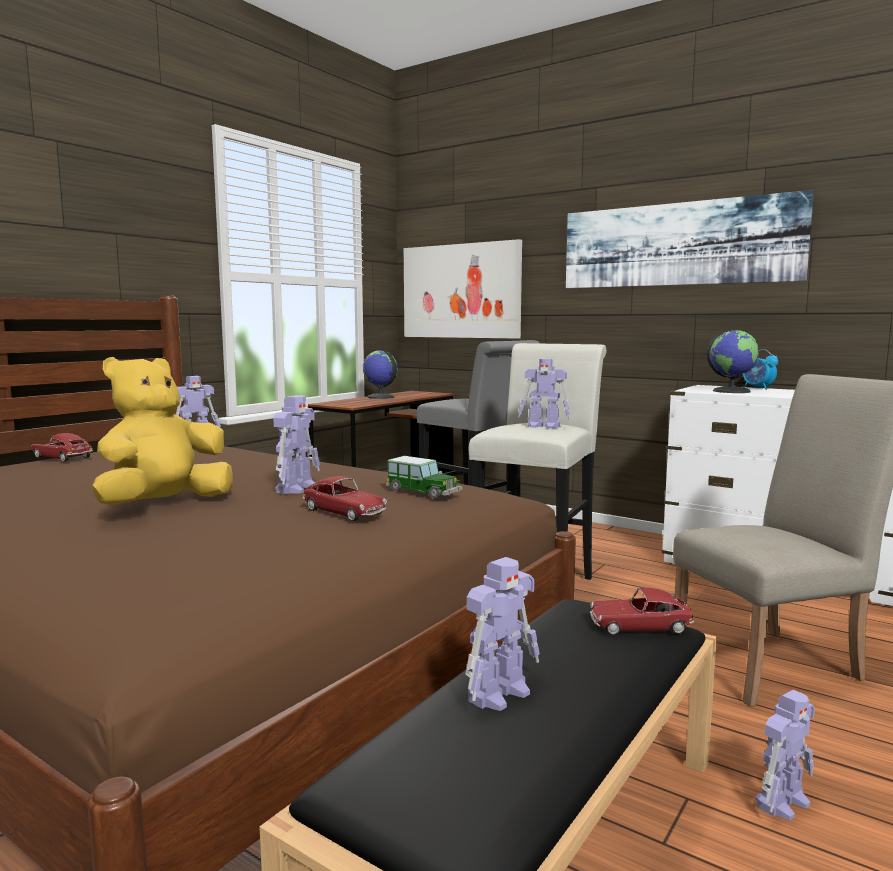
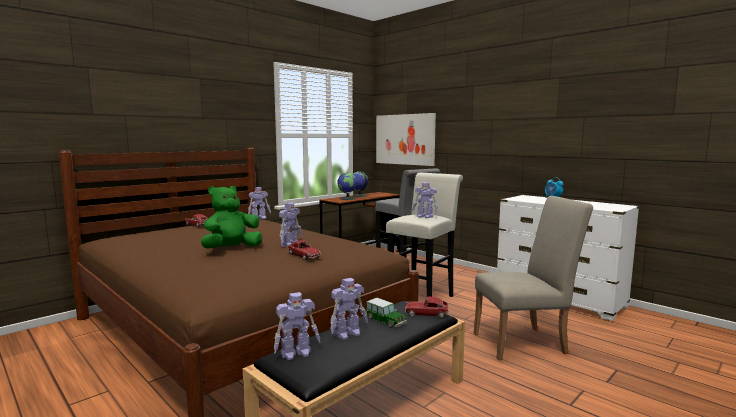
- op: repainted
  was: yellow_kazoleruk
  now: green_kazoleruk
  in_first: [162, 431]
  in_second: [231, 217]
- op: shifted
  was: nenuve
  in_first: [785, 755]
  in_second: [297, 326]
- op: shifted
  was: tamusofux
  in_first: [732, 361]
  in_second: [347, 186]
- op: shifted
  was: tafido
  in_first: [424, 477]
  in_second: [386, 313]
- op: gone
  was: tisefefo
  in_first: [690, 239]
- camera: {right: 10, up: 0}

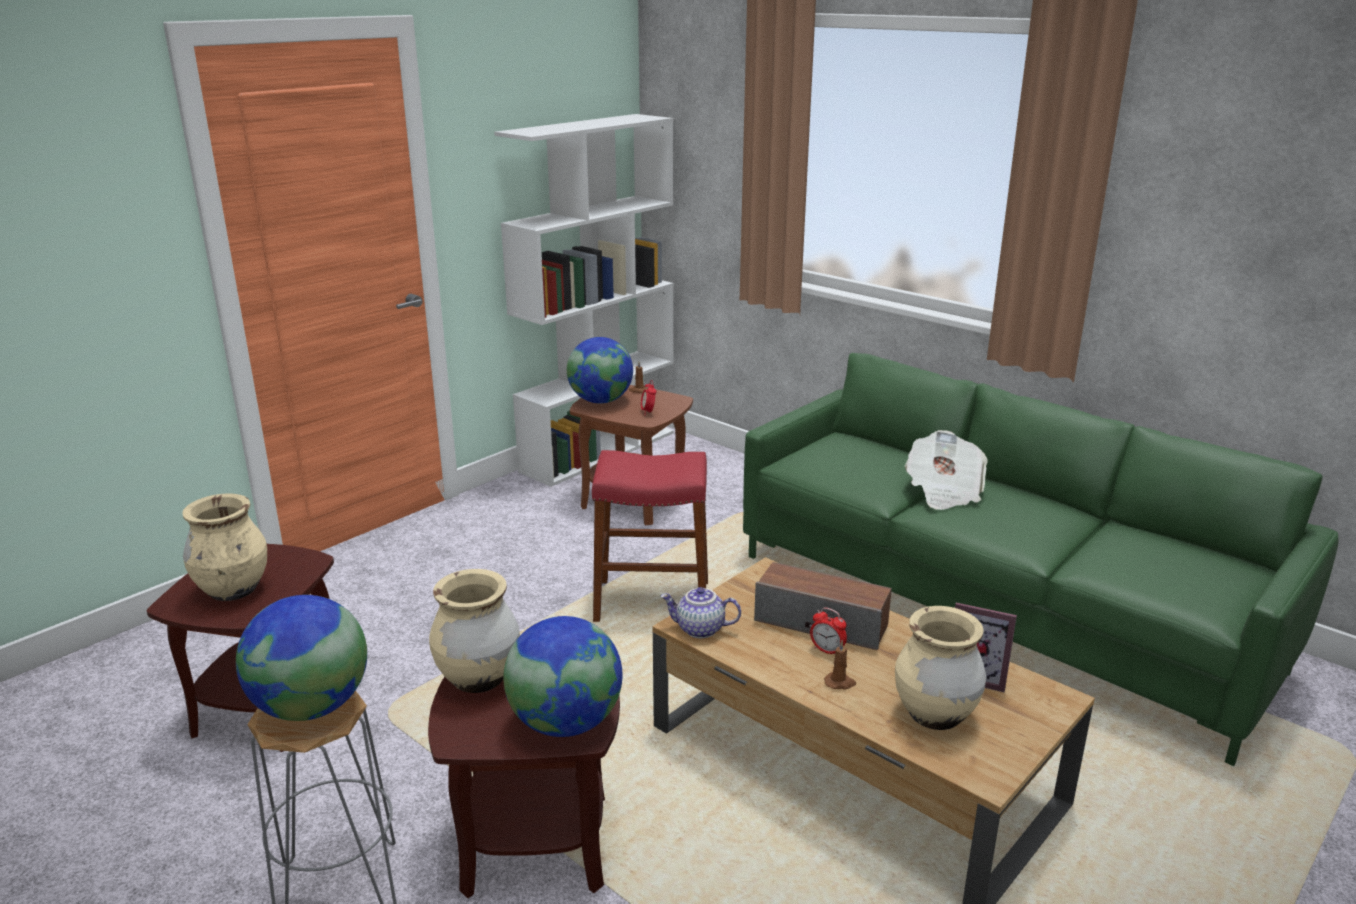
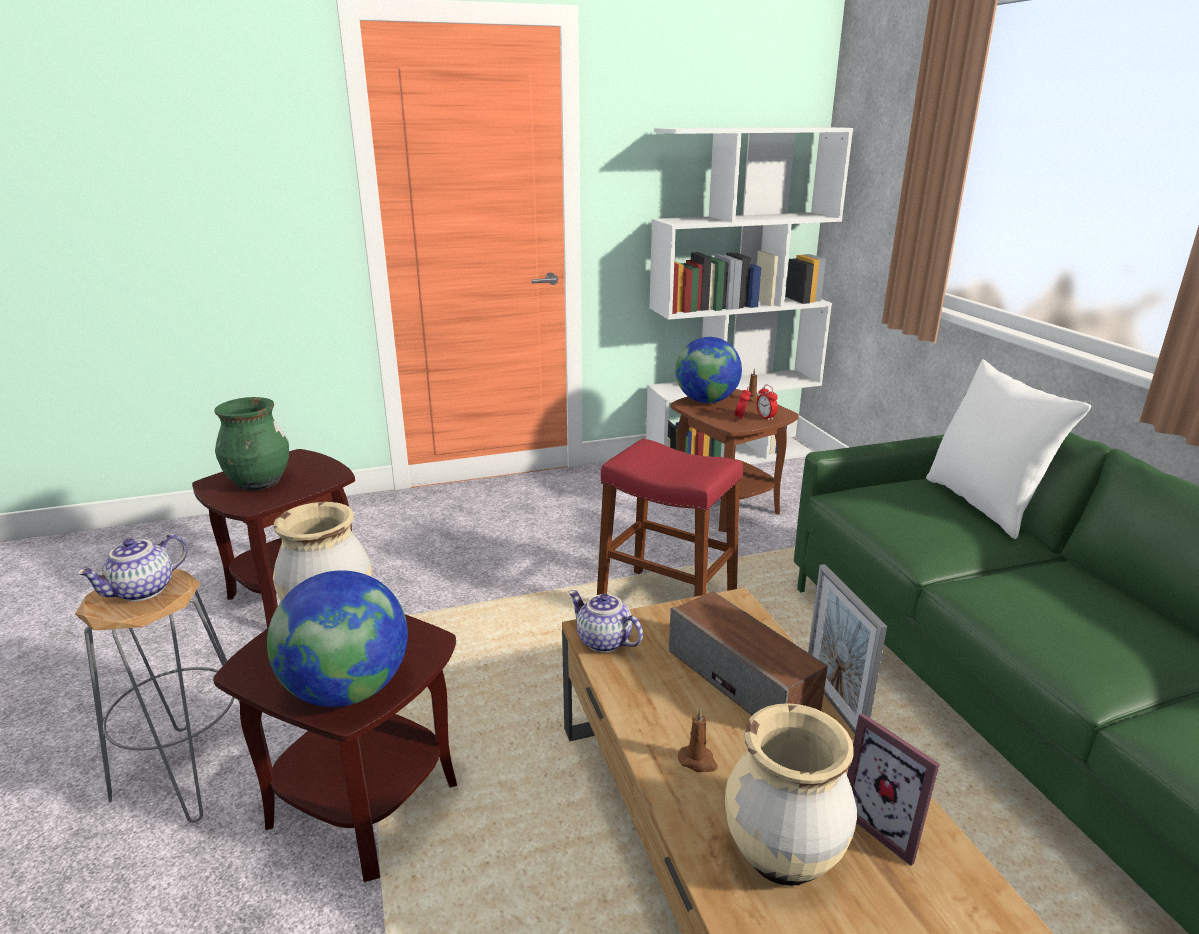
- op: swapped
  was: tamusofux
  now: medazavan
  in_first: [301, 658]
  in_second: [132, 568]
- op: repainted
  was: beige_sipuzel
  now: green_sipuzel
  in_first: [224, 547]
  in_second: [251, 444]
- op: shifted
  was: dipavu
  in_first: [828, 630]
  in_second: [767, 402]
- op: new
  now: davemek
  in_second: [847, 649]
- op: new
  now: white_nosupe
  in_second: [1008, 449]
- op: gone
  was: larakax
  in_first: [946, 470]
- camera: {right: 30, up: 0}

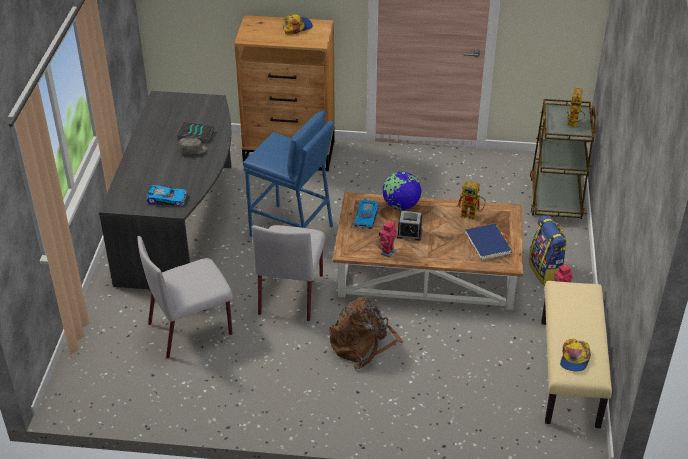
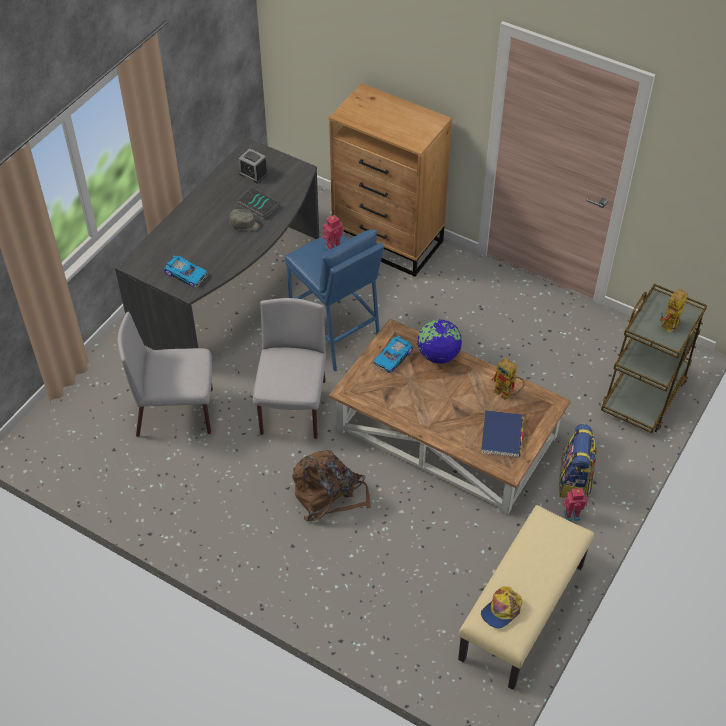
- op: shifted
  was: dipavu
  in_first: [409, 226]
  in_second: [253, 165]
- op: rotated
  was: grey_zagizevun
  in_first: [288, 273]
  in_second: [289, 368]
  clockwise: 150
- op: shifted
  was: nenuve
  in_first: [388, 239]
  in_second: [332, 232]
- op: gone
  was: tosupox
  in_first: [296, 24]
- camera: {right: 25, up: 10}

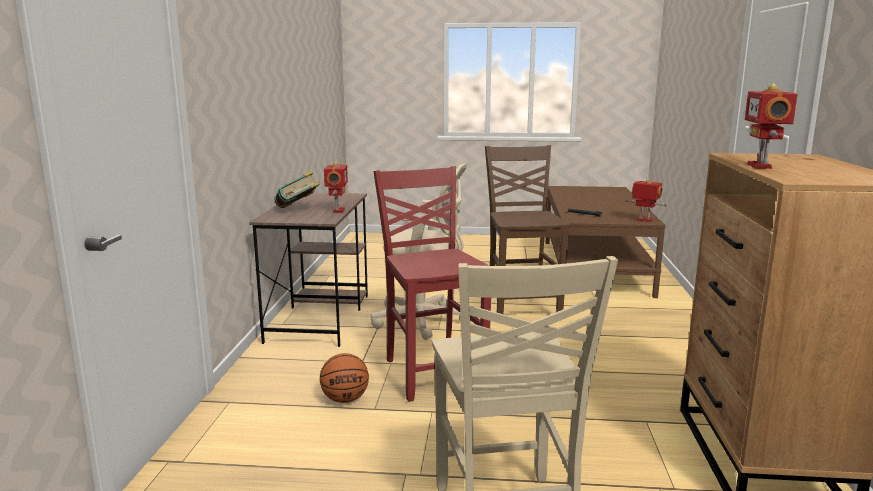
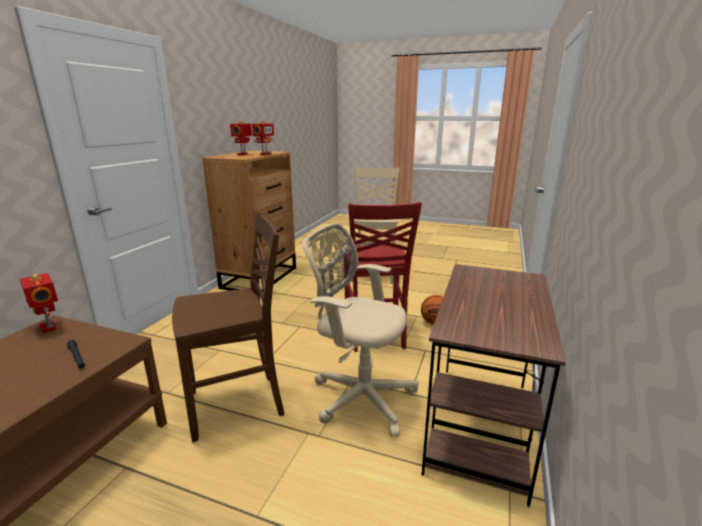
- op: rotated
  was: brown_zagizevun
  in_first: [527, 229]
  in_second: [228, 327]
  clockwise: -120
- op: shifted
  was: nenuve
  in_first: [336, 187]
  in_second: [241, 137]
- op: gone
  was: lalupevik
  in_first: [297, 189]
- camera: {right: -165, up: 5}

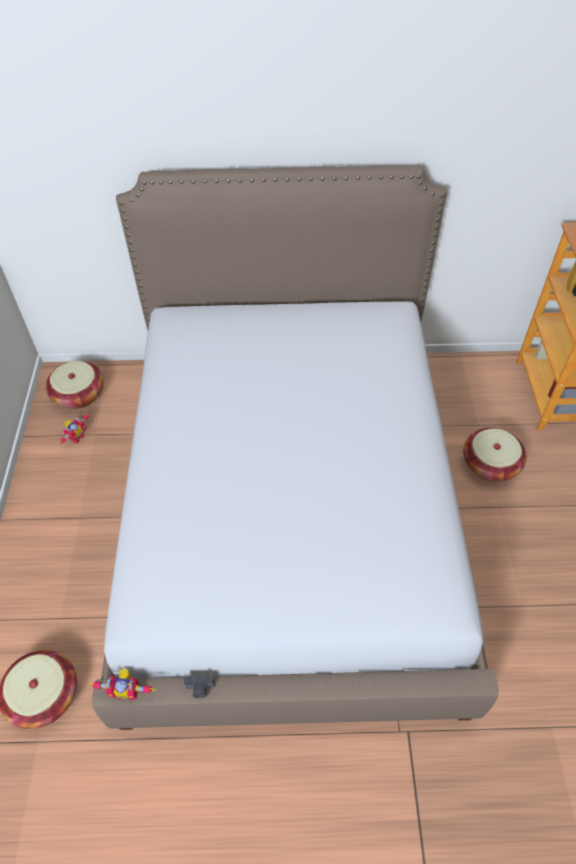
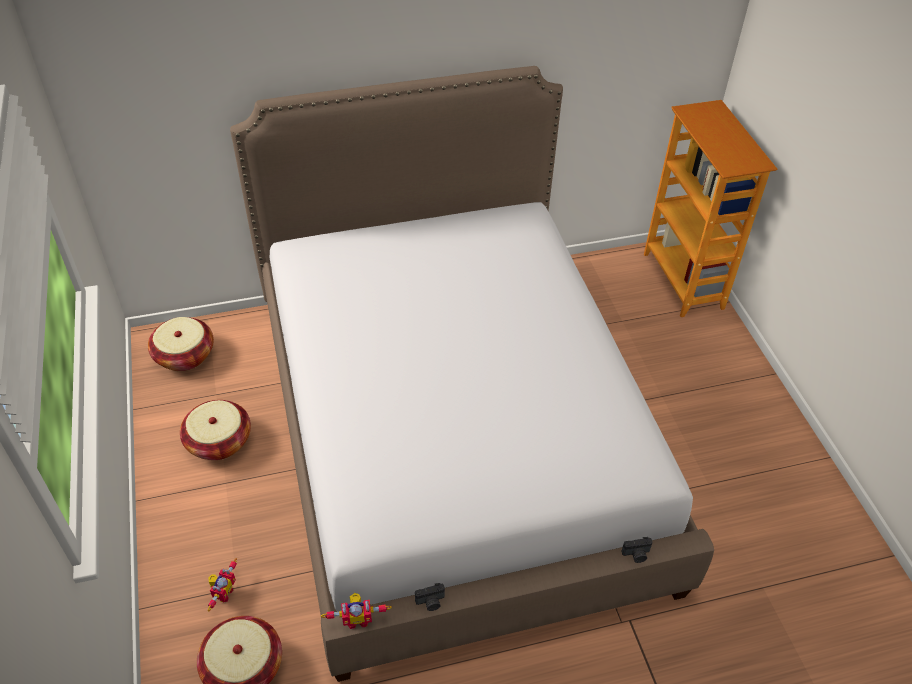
- op: shifted
  was: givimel
  in_first: [495, 454]
  in_second: [215, 430]
- op: shifted
  was: nenuve
  in_first: [74, 429]
  in_second: [222, 585]
- op: new
  now: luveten
  in_second: [637, 550]
- camera: {right: -15, up: -5}

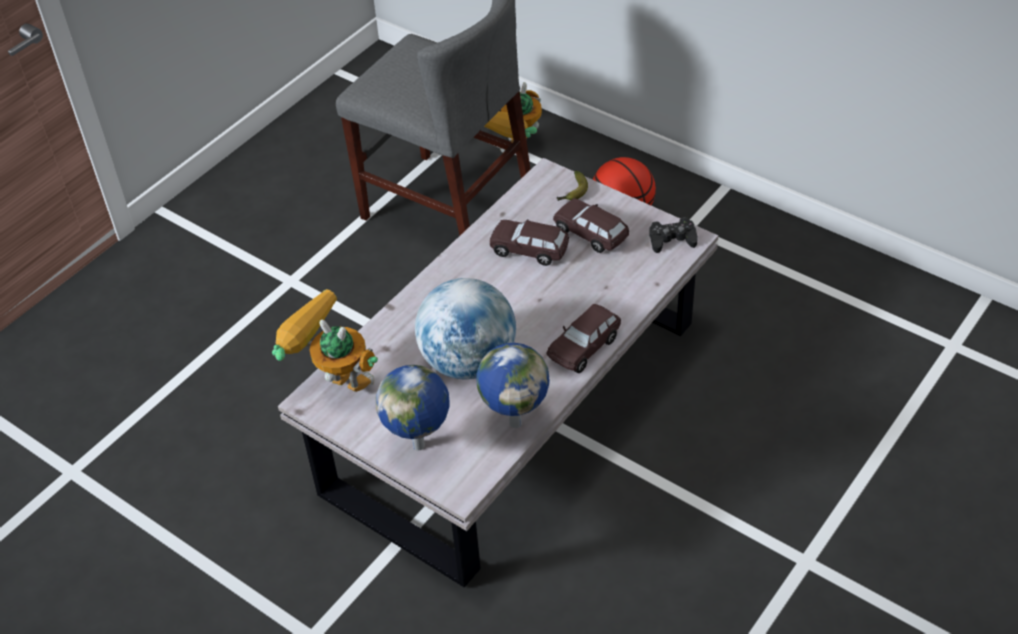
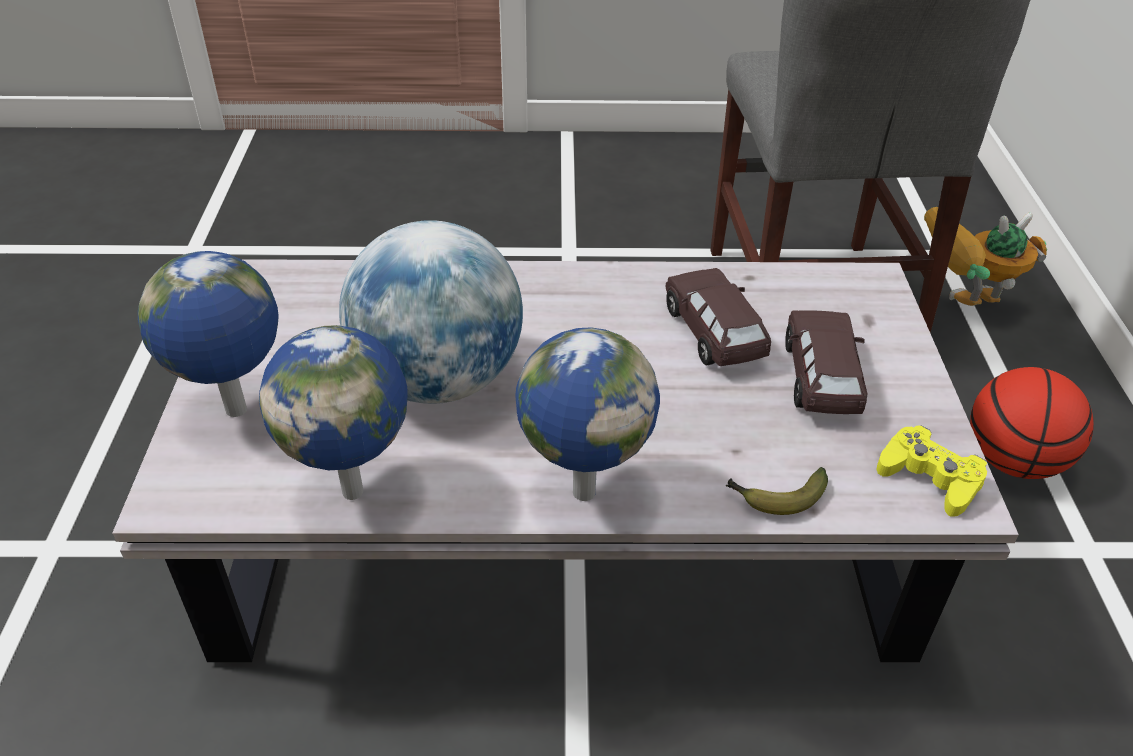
- op: swapped
  was: brown_tafido
  now: tamusofux
  in_first: [583, 338]
  in_second: [587, 414]
- op: shifted
  was: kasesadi
  in_first: [572, 186]
  in_second: [777, 491]
- op: repainted
  was: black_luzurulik
  now: yellow_luzurulik
  in_first: [673, 235]
  in_second: [931, 471]
- op: gone
  was: nenuve
  in_first: [325, 340]
- camera: {right: 50, up: -5}

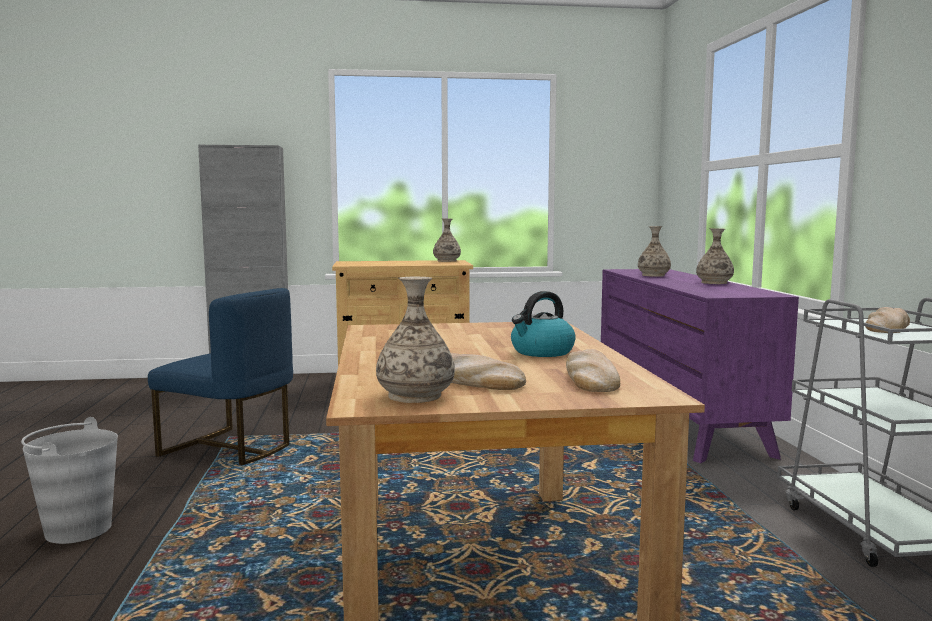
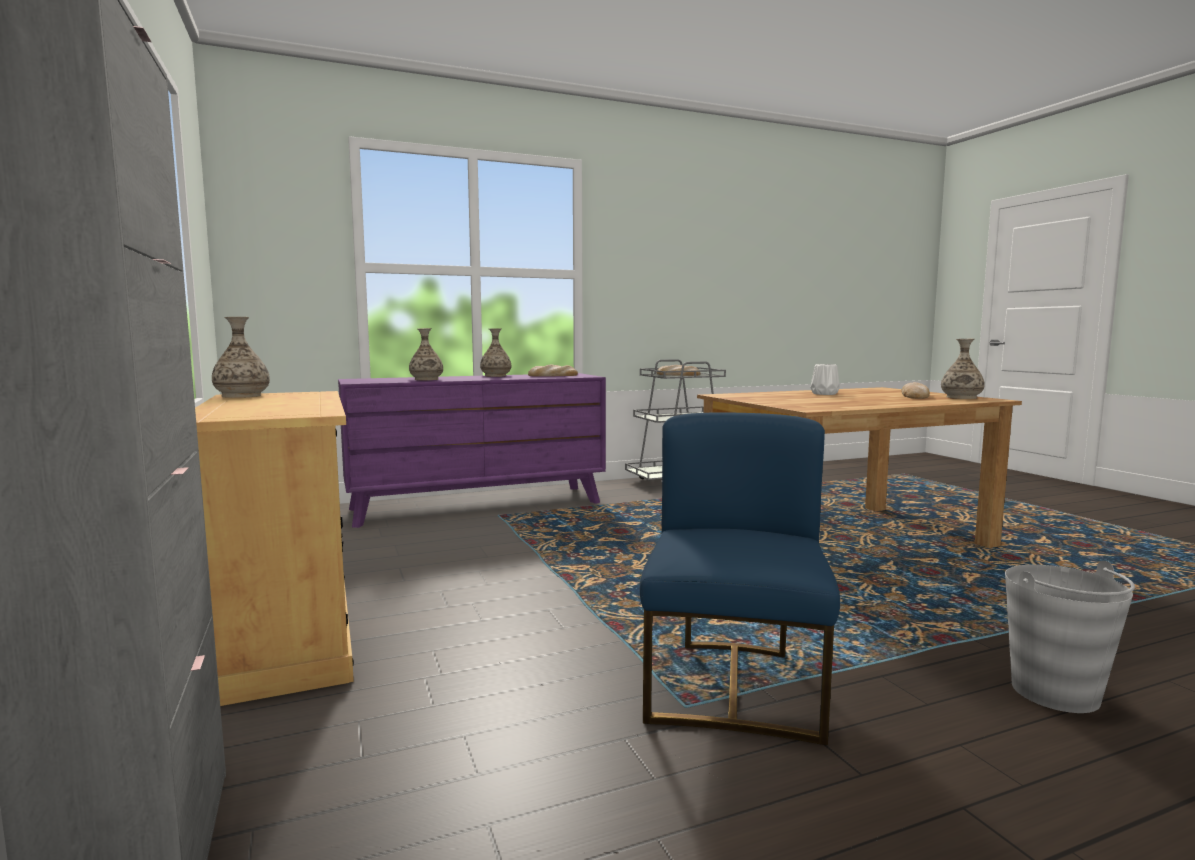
- op: shifted
  was: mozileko
  in_first: [593, 370]
  in_second: [553, 371]
- op: swapped
  was: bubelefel
  now: white_sipuzel
  in_first: [543, 324]
  in_second: [825, 379]
- camera: {right: -105, up: 0}

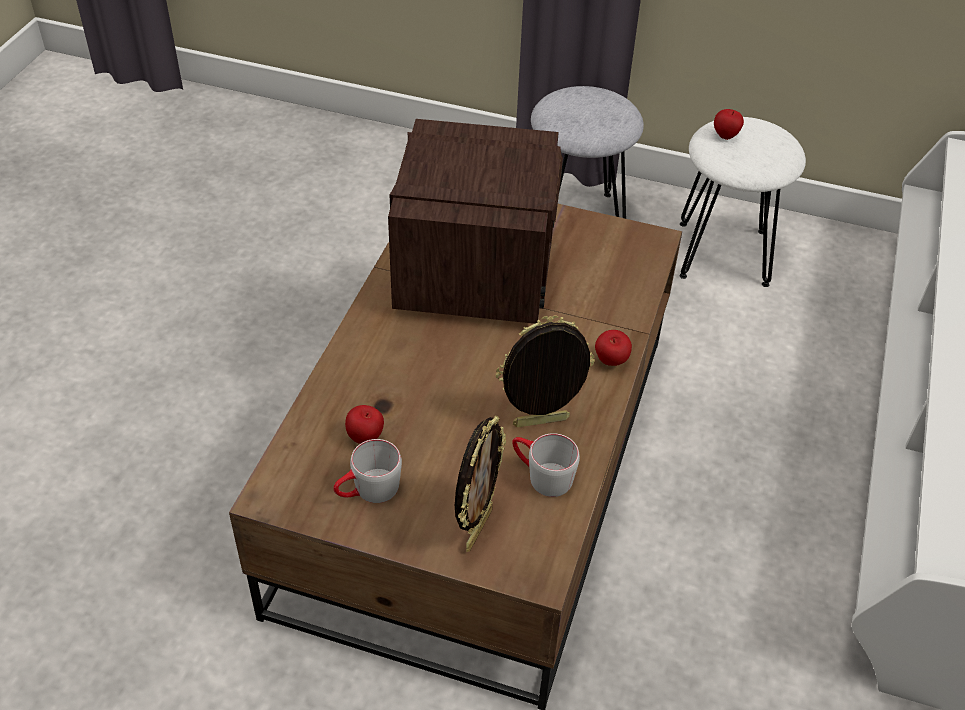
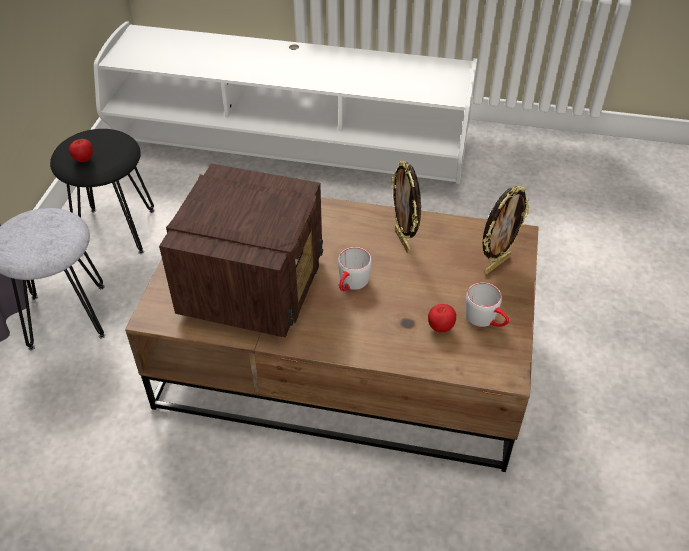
- op: repainted
  was: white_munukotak
  now: black_munukotak
  in_first: [743, 202]
  in_second: [102, 191]
- op: rotated
  was: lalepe
  in_first: [475, 221]
  in_second: [241, 250]
  clockwise: 105
- op: shifted
  was: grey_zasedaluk
  in_first: [546, 465]
  in_second: [355, 269]
- op: rotated
  was: davemek
  in_first: [480, 483]
  in_second: [506, 230]
  clockwise: 120
- op: gone
  was: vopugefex
  in_first: [613, 348]
- camera: {right: -95, up: 0}

